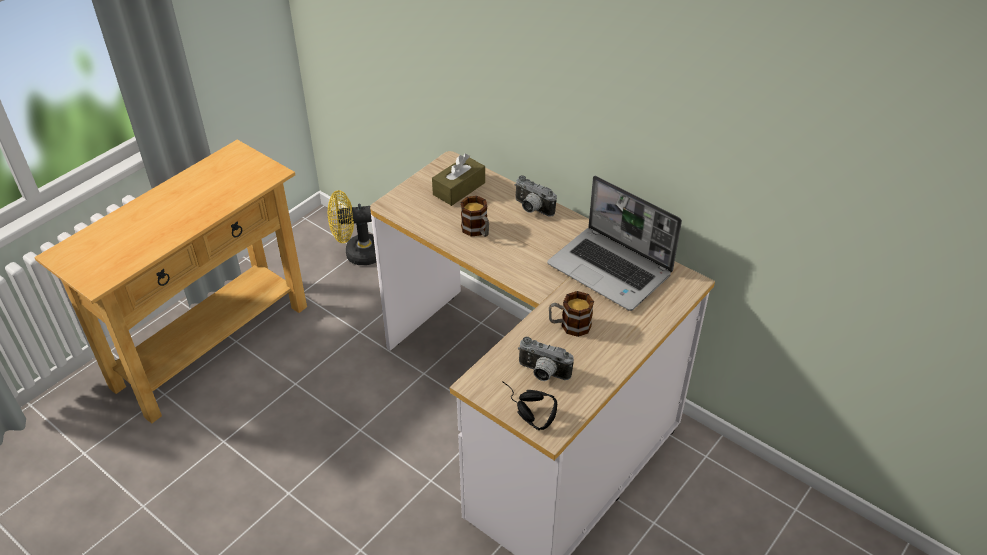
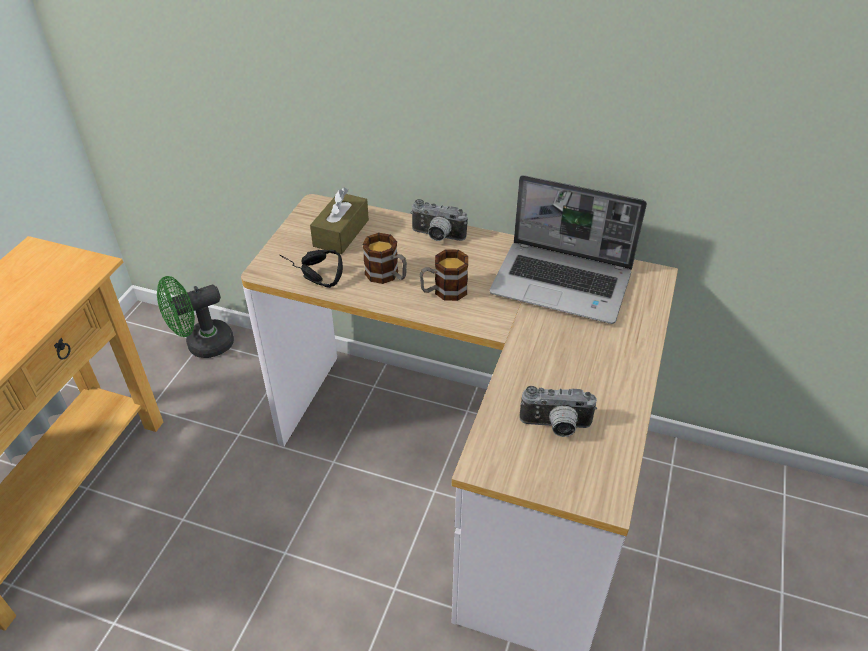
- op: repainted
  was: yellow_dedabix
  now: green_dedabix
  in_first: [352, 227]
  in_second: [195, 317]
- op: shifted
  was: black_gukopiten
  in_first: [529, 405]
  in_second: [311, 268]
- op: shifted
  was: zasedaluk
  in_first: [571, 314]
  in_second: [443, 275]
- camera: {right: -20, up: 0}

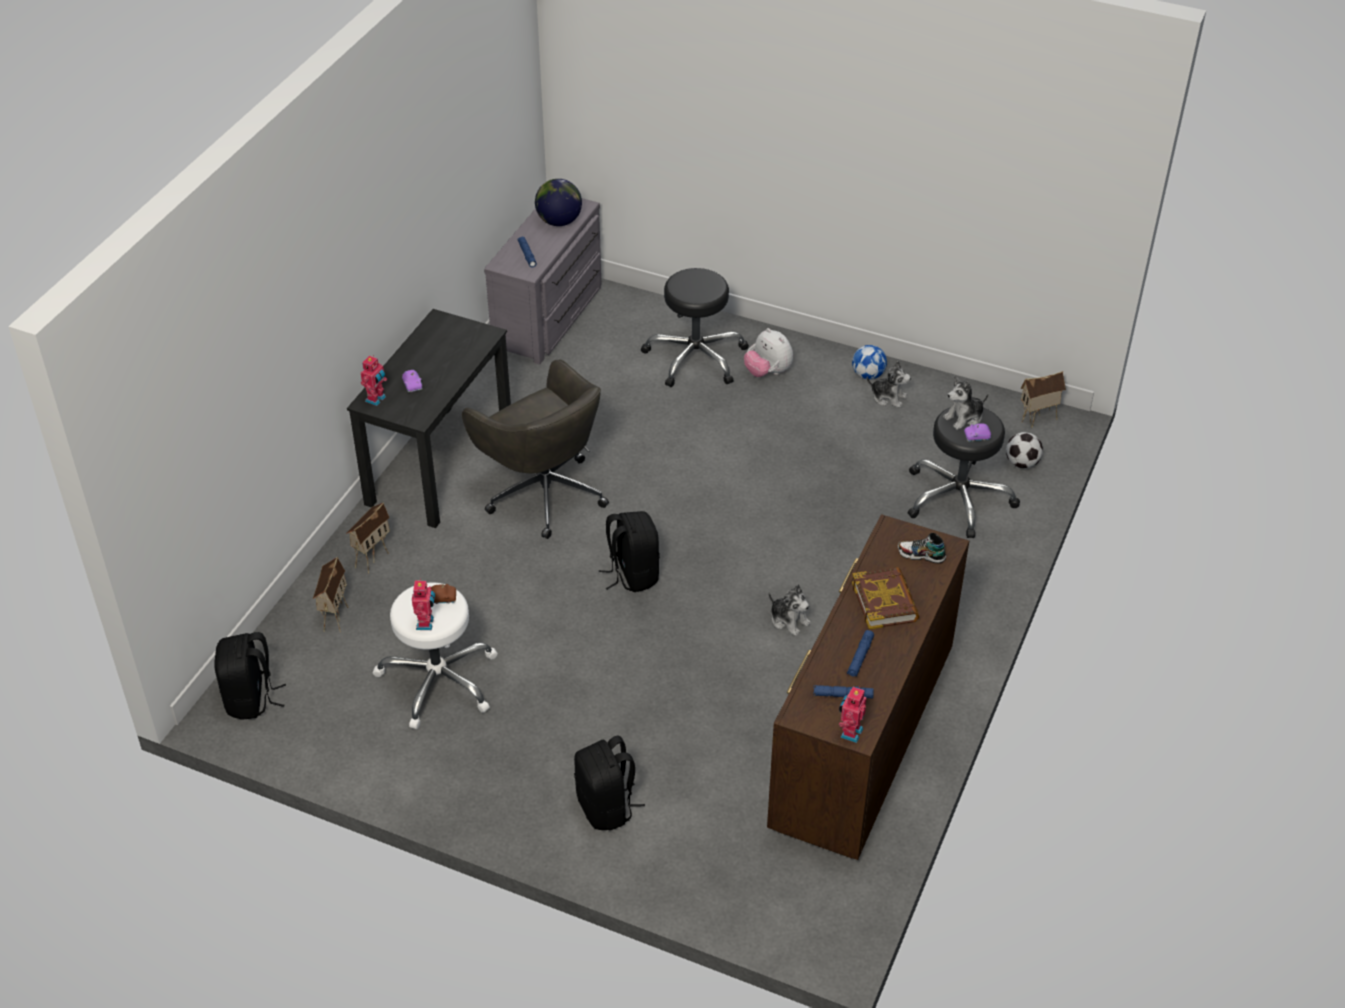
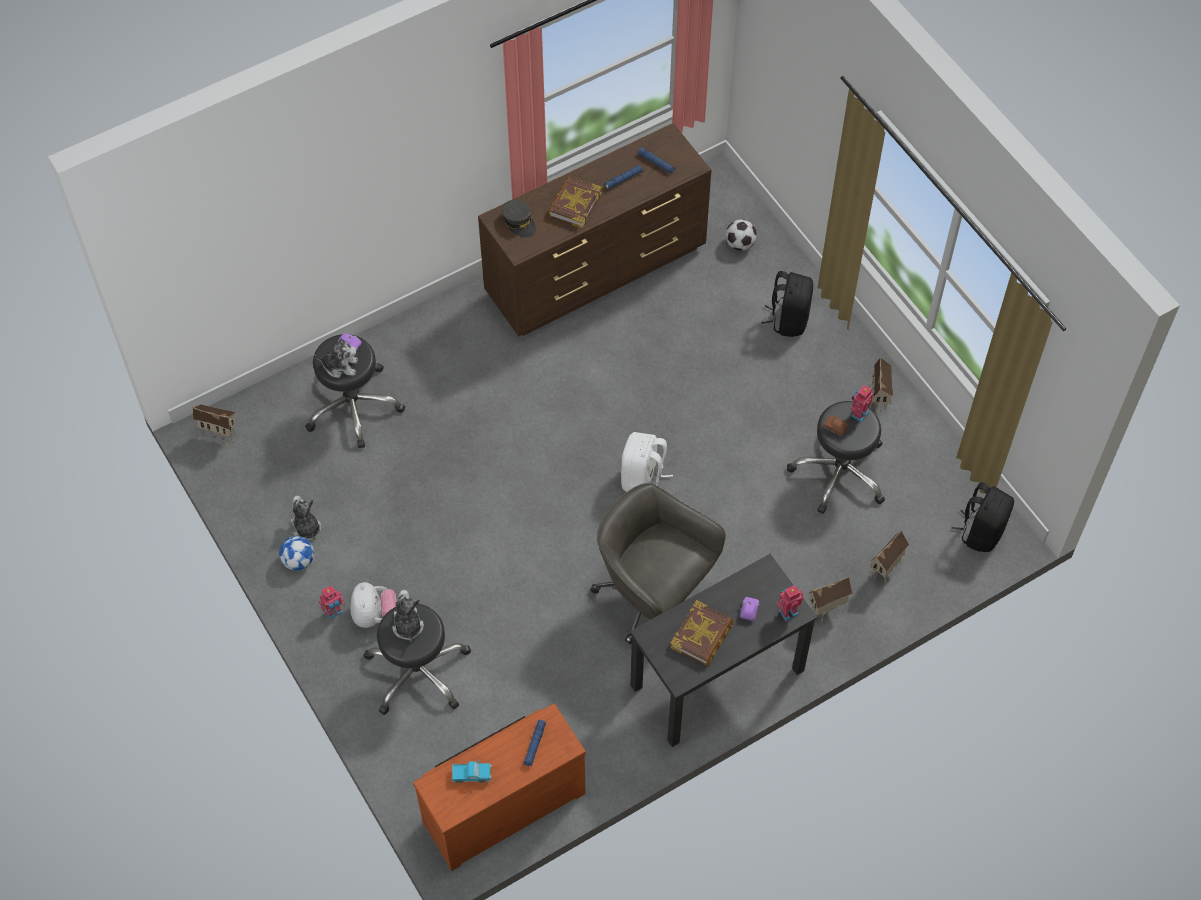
- op: shifted
  was: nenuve
  in_first: [853, 714]
  in_second: [331, 603]
- op: shifted
  was: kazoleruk
  in_first: [789, 610]
  in_second: [408, 616]
- op: repainted
  was: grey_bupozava
  now: brown_bupozava
  in_first: [542, 281]
  in_second: [499, 787]
- op: swapped
  was: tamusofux
  now: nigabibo
  in_first: [558, 202]
  in_second: [471, 771]
- op: swapped
  was: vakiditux
  now: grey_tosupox
  in_first: [922, 548]
  in_second: [519, 219]
- op: rotated
  was: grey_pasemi
  in_first: [535, 449]
  in_second: [658, 563]
  clockwise: -45
- op: repainted
  was: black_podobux
  now: white_podobux
  in_first: [629, 551]
  in_second: [647, 462]
- op: new
  now: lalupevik
  in_second: [702, 633]
- op: shifted
  was: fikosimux
  in_first: [1024, 450]
  in_second: [741, 235]
- op: repainted
  was: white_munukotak
  now: black_munukotak
  in_first: [435, 656]
  in_second: [836, 457]
- op: new
  now: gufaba
  in_second: [881, 385]
- camera: {right: -145, up: 15}

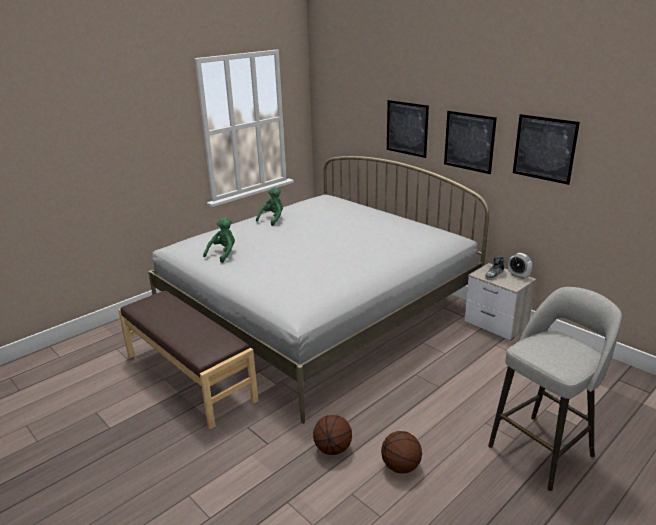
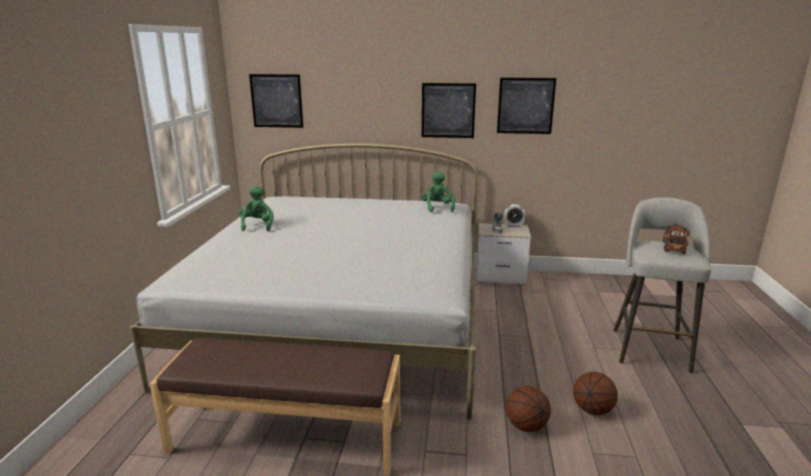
- op: shifted
  was: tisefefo
  in_first: [408, 129]
  in_second: [276, 101]
- op: shifted
  was: green_kazoleruk
  in_first: [219, 240]
  in_second: [438, 192]
- op: new
  now: nigabibo
  in_second: [676, 238]
- camera: {right: -40, up: -5}

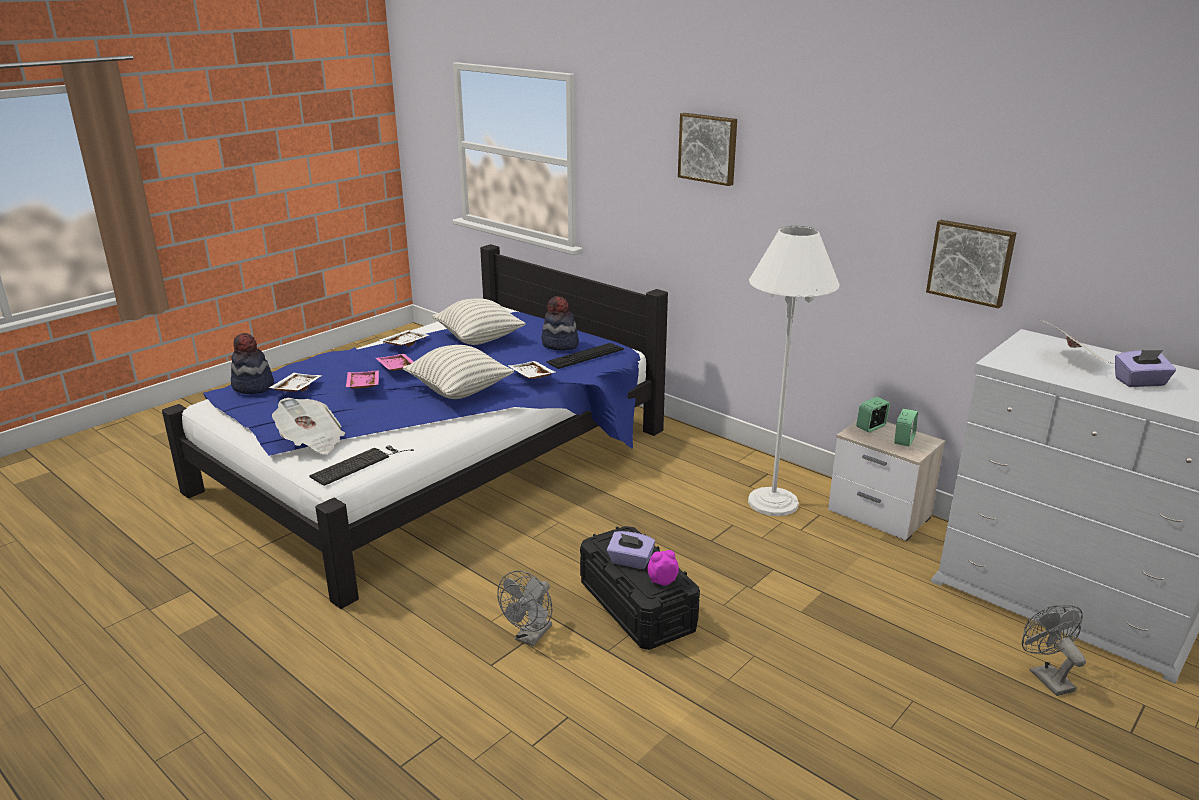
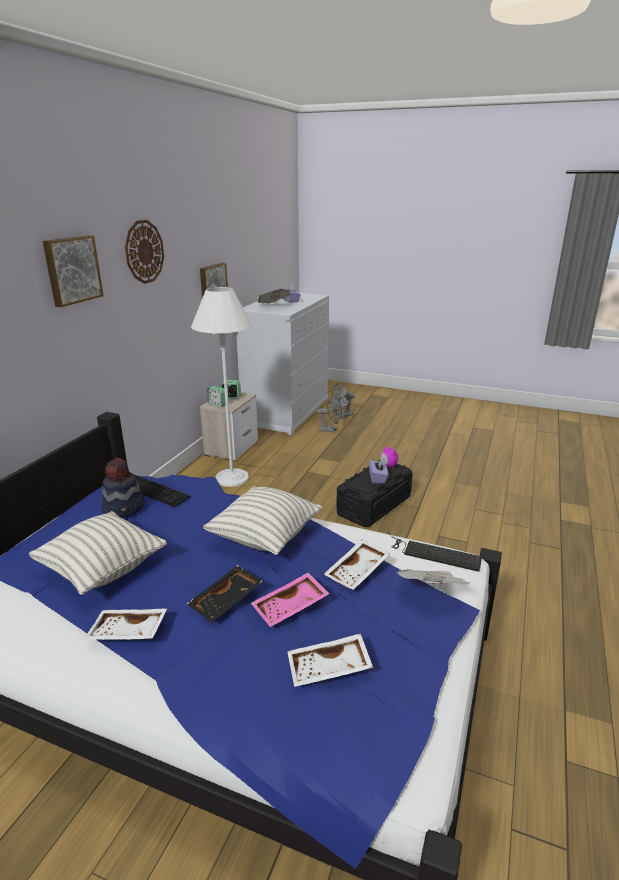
- op: new
  now: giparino
  in_second: [144, 252]
- op: repainted
  was: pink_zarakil
  now: black_zarakil
  in_first: [395, 362]
  in_second: [225, 593]
- op: shifted
  was: grey_dedabix
  in_first: [524, 608]
  in_second: [329, 413]
- op: shifted
  was: white_zarakil
  in_first: [532, 370]
  in_second: [357, 564]
- op: gone
  was: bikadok
  in_first: [252, 363]
- camera: {right: -110, up: 0}

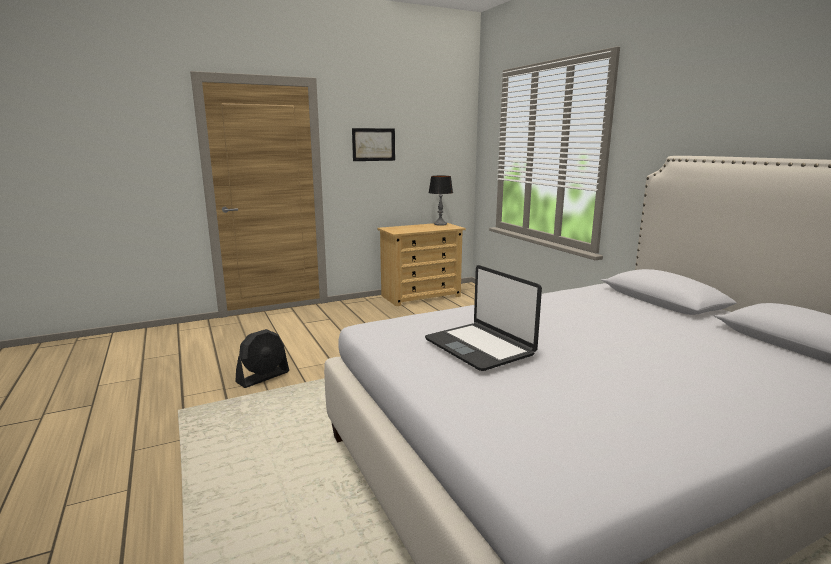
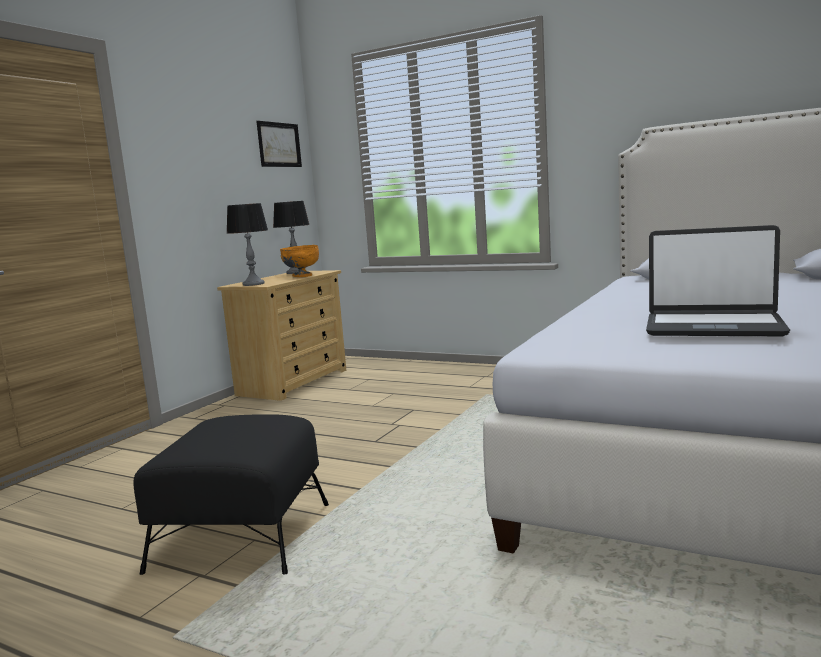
- op: swapped
  was: black_dedabix
  now: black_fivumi
  in_first: [262, 358]
  in_second: [231, 494]
- op: new
  now: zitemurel
  in_second: [247, 244]
- op: shifted
  was: tisefefo
  in_first: [373, 144]
  in_second: [279, 144]
- op: new
  now: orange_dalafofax
  in_second: [299, 261]
- camera: {right: -35, up: -5}

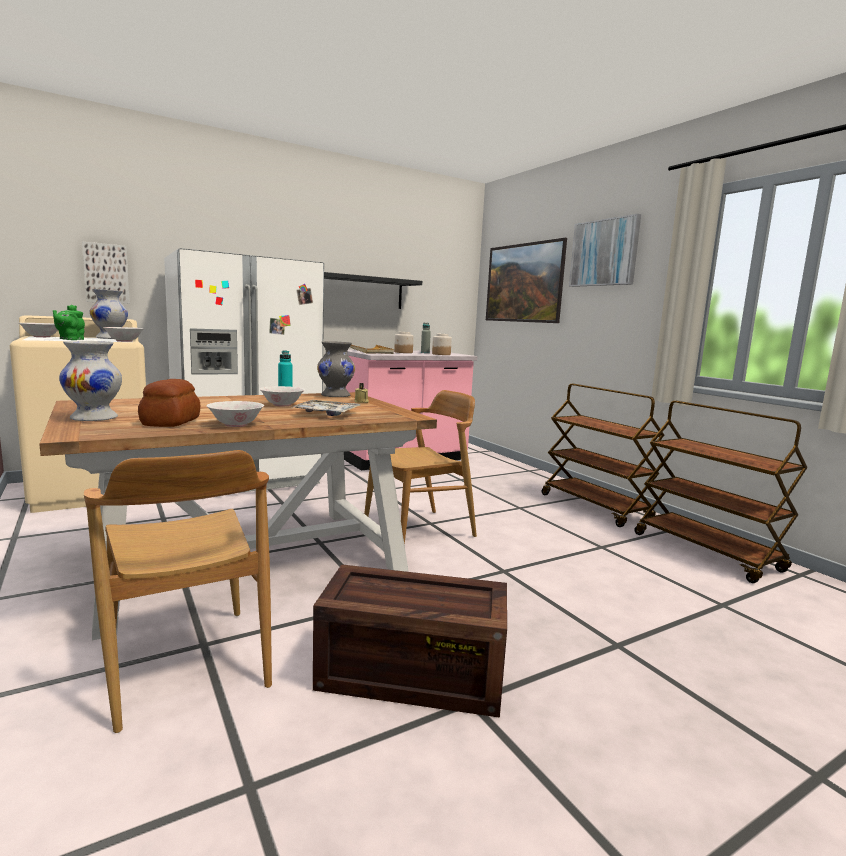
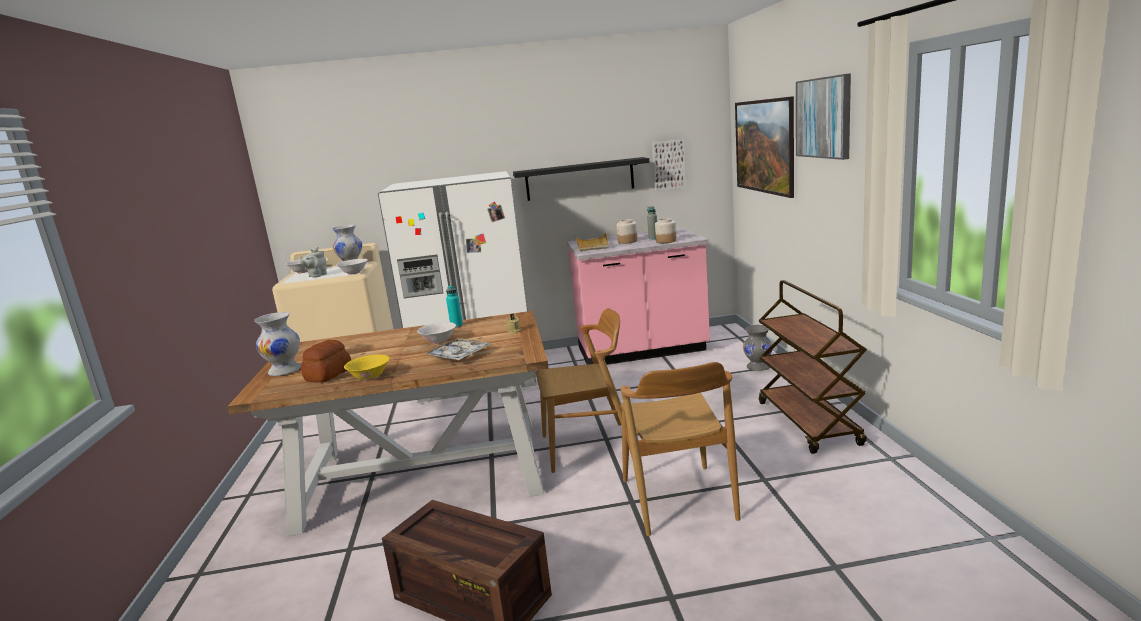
- op: repainted
  was: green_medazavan
  now: grey_medazavan
  in_first: [69, 322]
  in_second: [313, 262]
- op: repainted
  was: white_dalafofax
  now: yellow_dalafofax
  in_first: [235, 414]
  in_second: [366, 368]
- op: shifted
  was: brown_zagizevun
  in_first: [178, 591]
  in_second: [680, 449]
- op: shifted
  was: tisefefo
  in_first: [106, 272]
  in_second: [669, 165]
- op: shifted
  was: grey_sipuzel
  in_first: [336, 369]
  in_second: [758, 348]
- op: gone
  was: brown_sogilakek
  in_first: [721, 492]
- camera: {right: 25, up: 5}

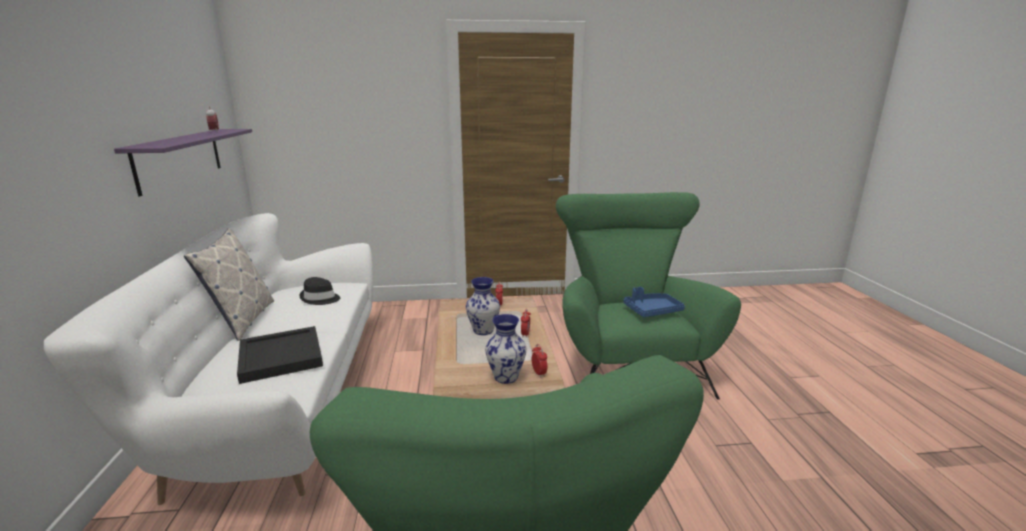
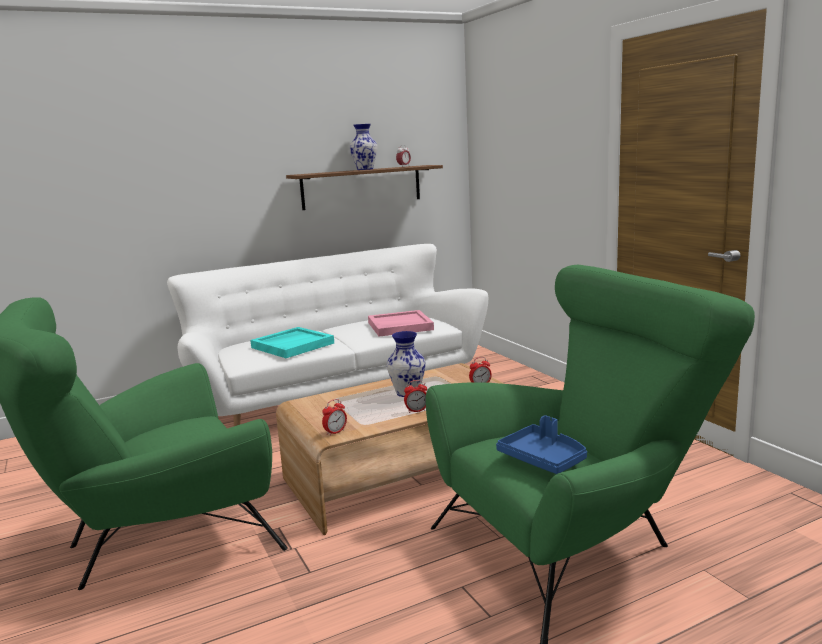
- op: repainted
  was: black_zarakil
  now: turquoise_zarakil
  in_first: [280, 355]
  in_second: [292, 342]
- op: repainted
  was: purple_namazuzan
  now: brown_namazuzan
  in_first: [183, 162]
  in_second: [364, 187]
- op: shifted
  was: sipuzel
  in_first: [505, 349]
  in_second: [363, 147]
- op: swapped
  was: black_bikadok
  now: pink_zarakil
  in_first: [319, 291]
  in_second: [401, 323]
- op: gone
  was: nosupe
  in_first: [229, 284]
- camera: {right: 70, up: -5}

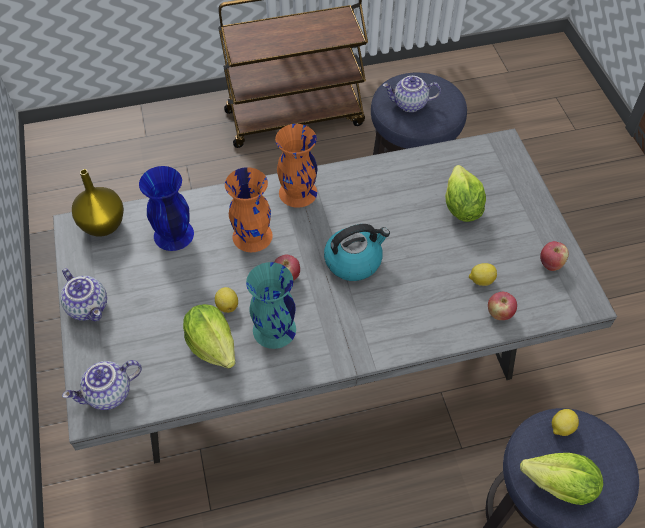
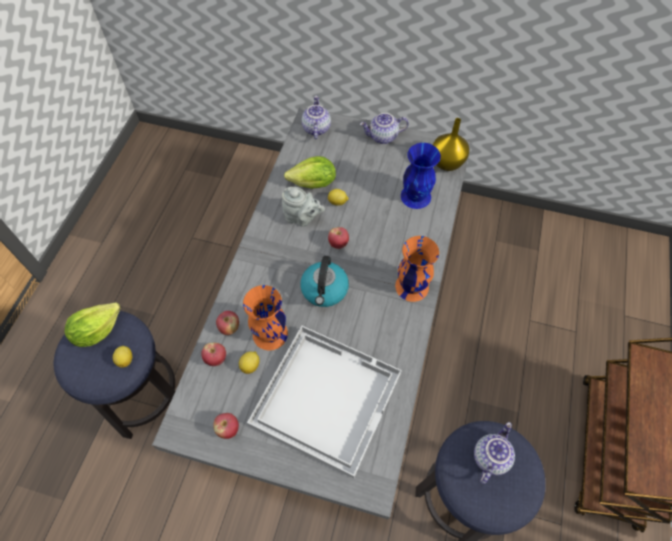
- op: new
  now: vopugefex
  in_second: [227, 323]
- op: shifted
  was: orange_sipuzel
  in_first: [249, 209]
  in_second: [265, 317]
- op: swapped
  was: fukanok
  now: white_zarakil
  in_first: [465, 193]
  in_second: [324, 402]
- op: swapped
  was: turquoise_sipuzel
  now: grey_medazavan
  in_first: [271, 305]
  in_second: [303, 207]
- camera: {right: 120, up: 5}

